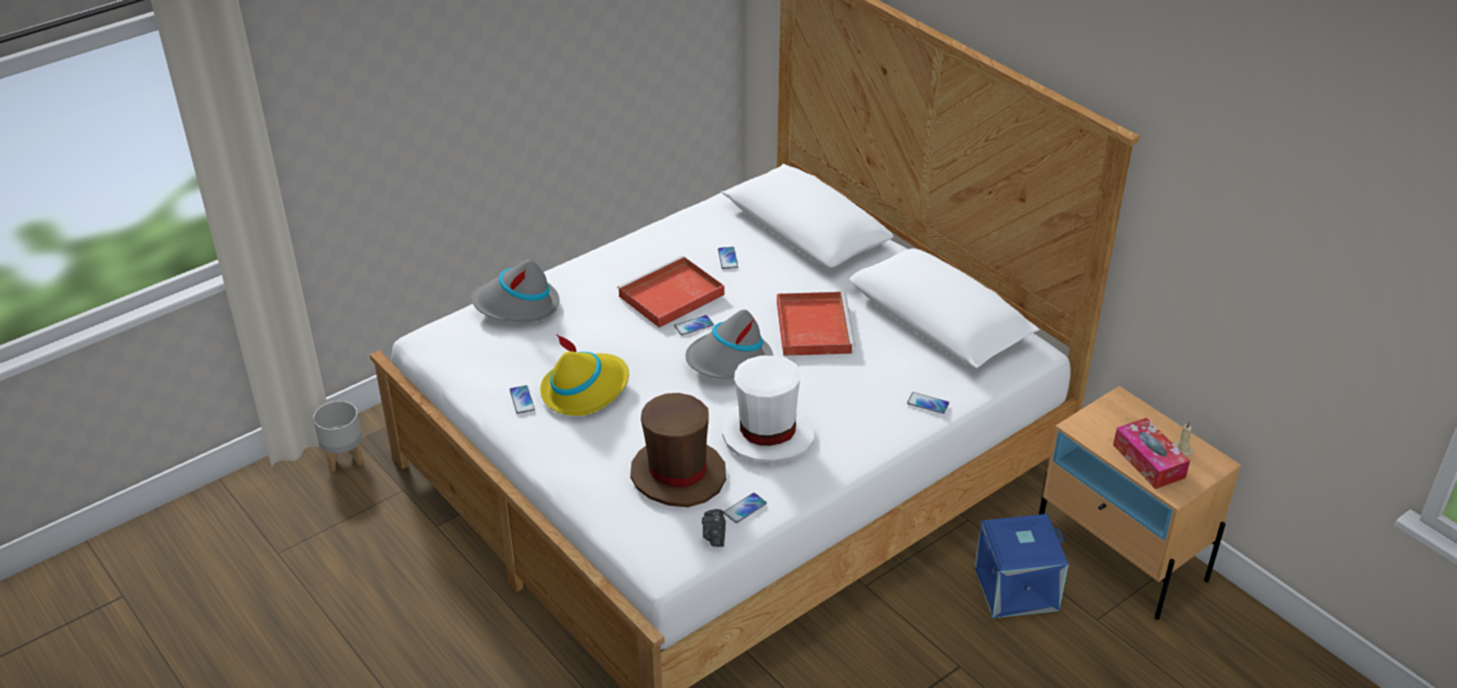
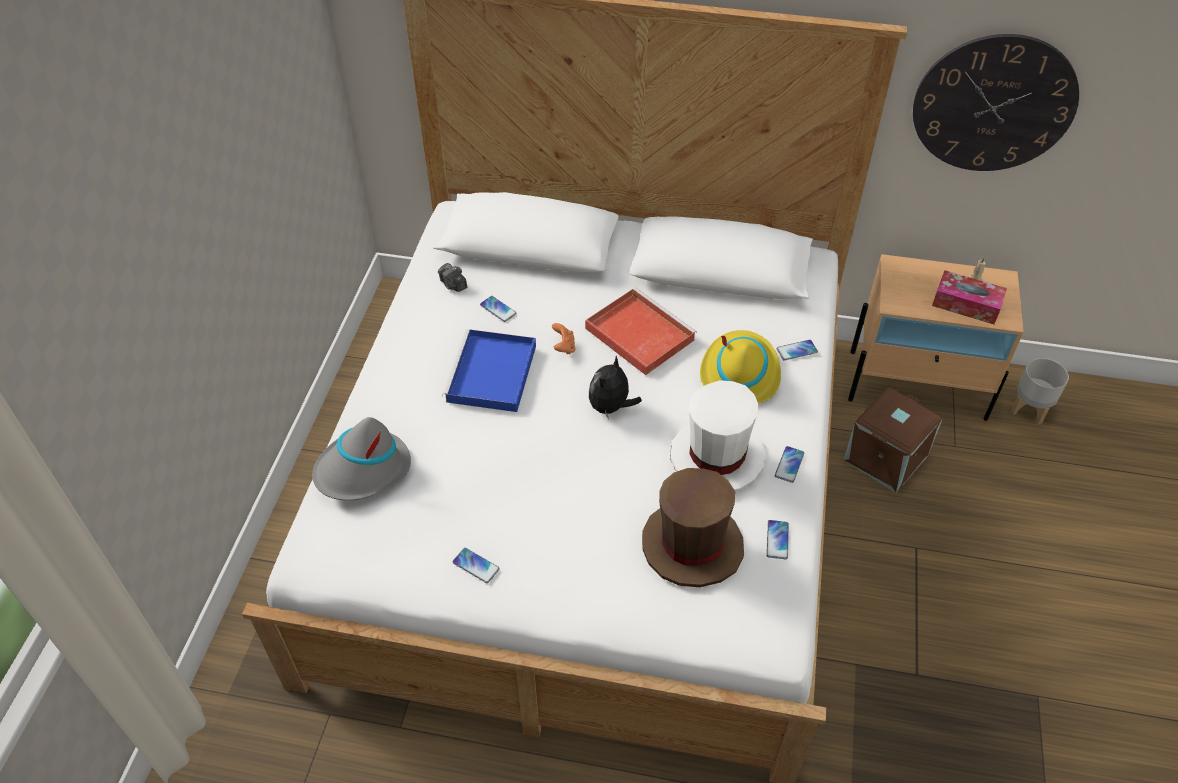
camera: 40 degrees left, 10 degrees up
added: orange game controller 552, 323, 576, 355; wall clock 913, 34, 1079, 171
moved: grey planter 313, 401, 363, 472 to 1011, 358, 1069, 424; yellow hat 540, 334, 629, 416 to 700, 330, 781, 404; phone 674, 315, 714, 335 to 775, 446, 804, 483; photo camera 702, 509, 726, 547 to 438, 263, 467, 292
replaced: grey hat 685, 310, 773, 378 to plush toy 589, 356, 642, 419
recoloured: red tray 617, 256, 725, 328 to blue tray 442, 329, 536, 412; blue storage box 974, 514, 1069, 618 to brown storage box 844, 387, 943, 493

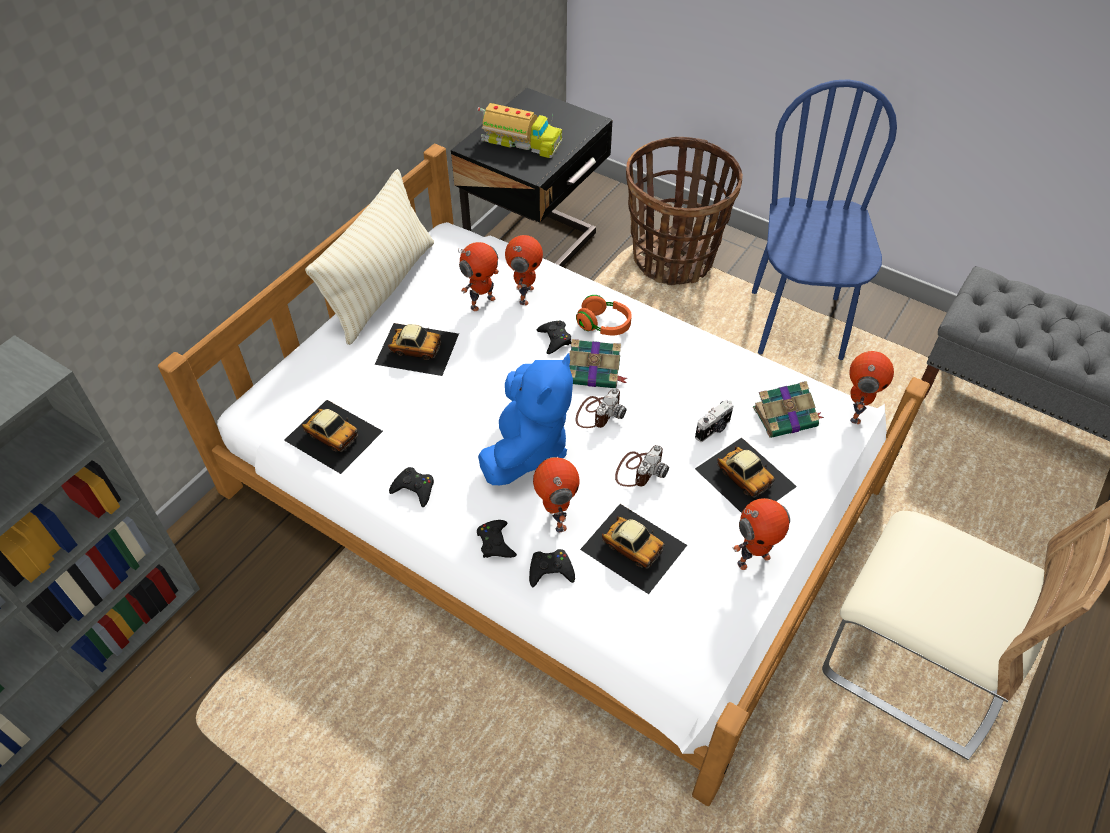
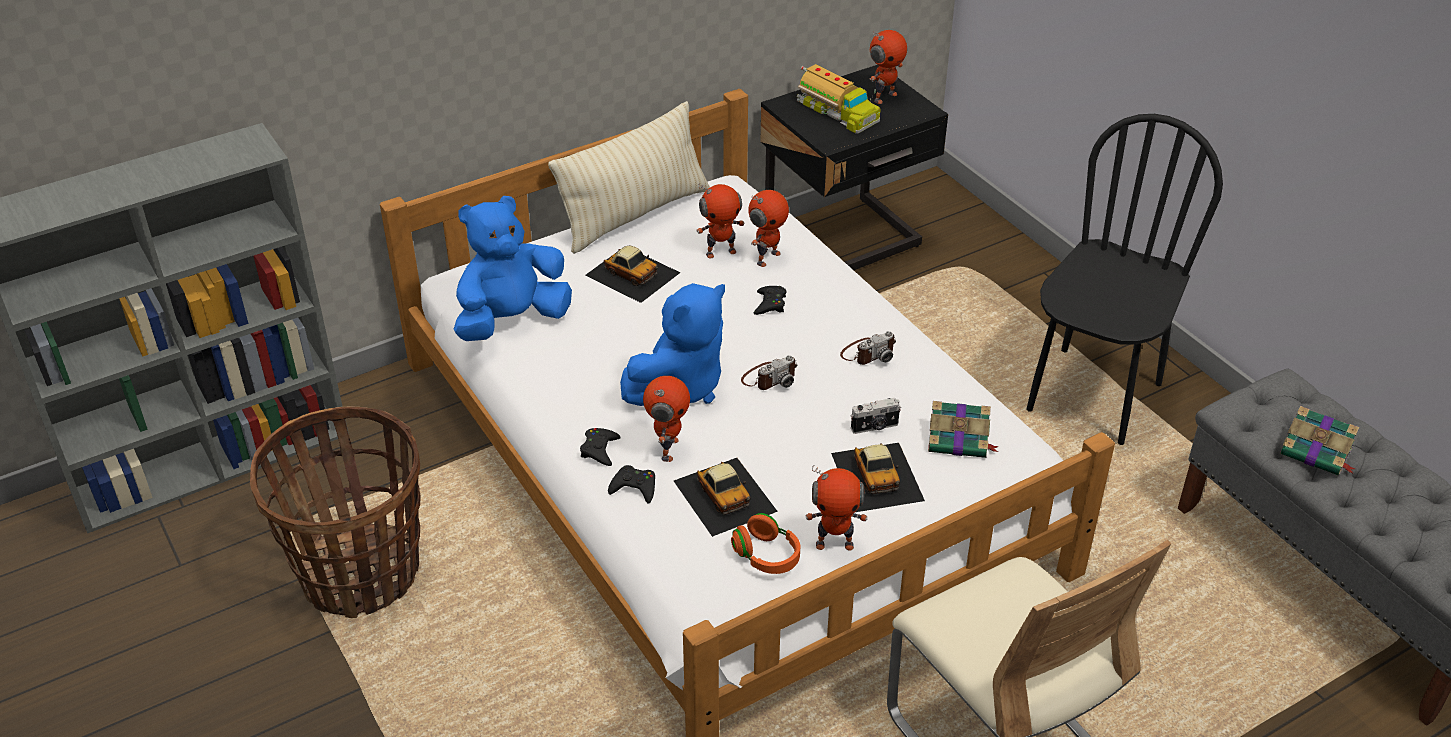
camera: 25 degrees right, 10 degrees down
removed: black game controller 389, 467, 434, 507
moved: book 569, 339, 627, 388 to 1280, 406, 1359, 476; orange headphones 576, 295, 632, 335 to 731, 513, 800, 574; photo camera 615, 445, 669, 487 to 840, 331, 896, 365; basket 626, 137, 743, 285 to 250, 407, 421, 618; toy robot 849, 351, 894, 424 to 870, 30, 907, 104
replaced: toy car 284, 400, 383, 474 to blue plush toy 454, 196, 572, 341
recoloured: blue chair 752, 79, 897, 360 to black chair 1026, 114, 1223, 445

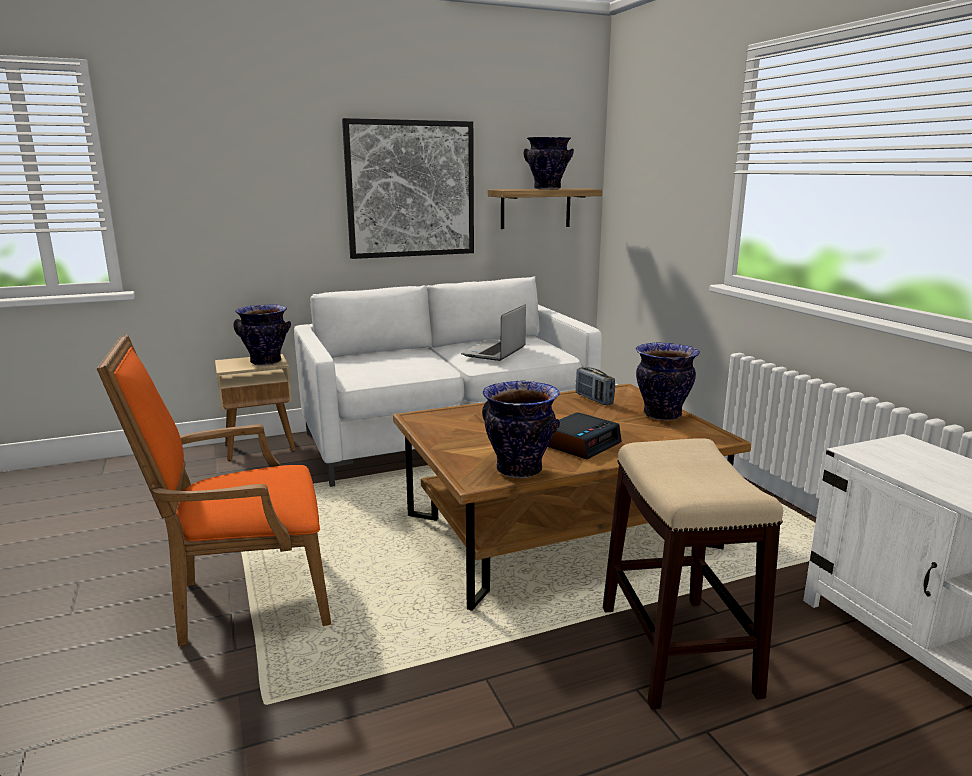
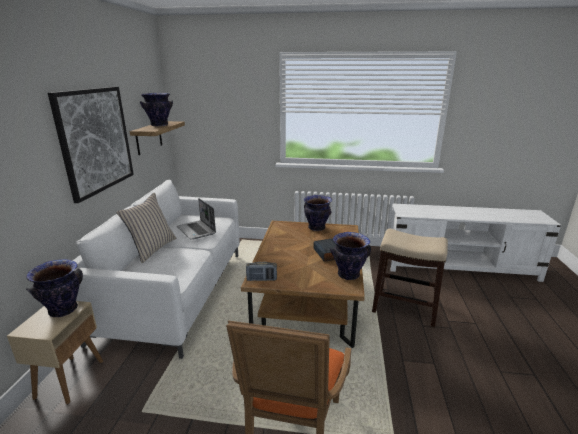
camera: 60 degrees left, 5 degrees up
added: beige pillow 116, 193, 176, 263
moved: radio 576, 367, 615, 405 to 246, 262, 277, 281

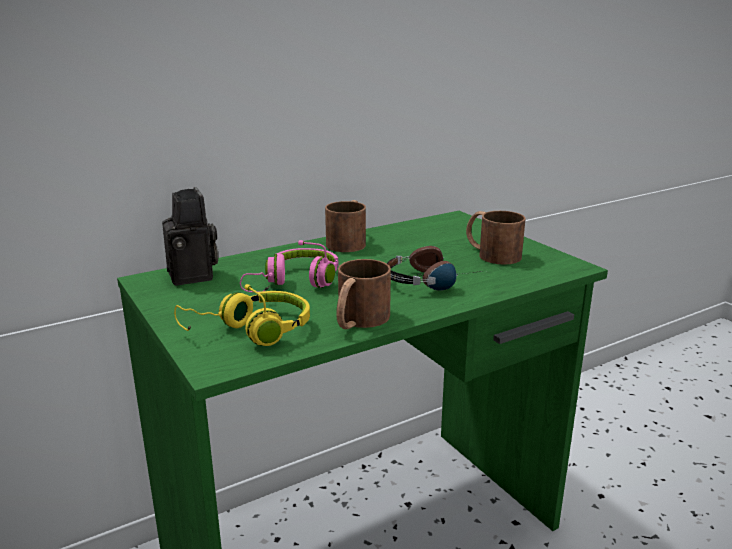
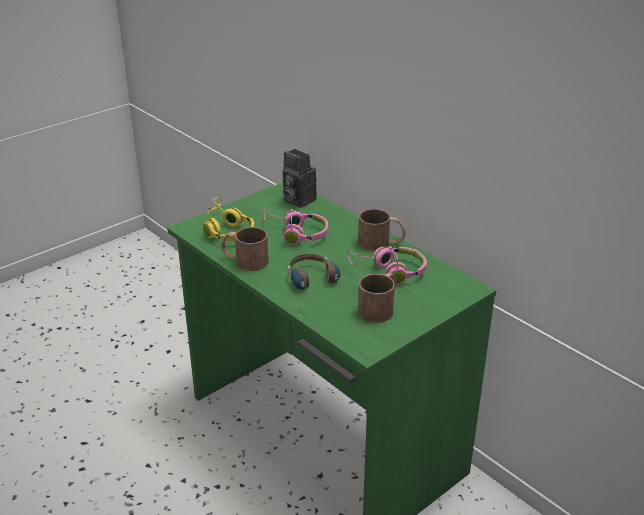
camera: 80 degrees right, 10 degrees up
added: pink headphones 348, 246, 427, 284
turned: photo camera 162, 187, 219, 286 = 283, 149, 317, 208 75 degrees clockwise

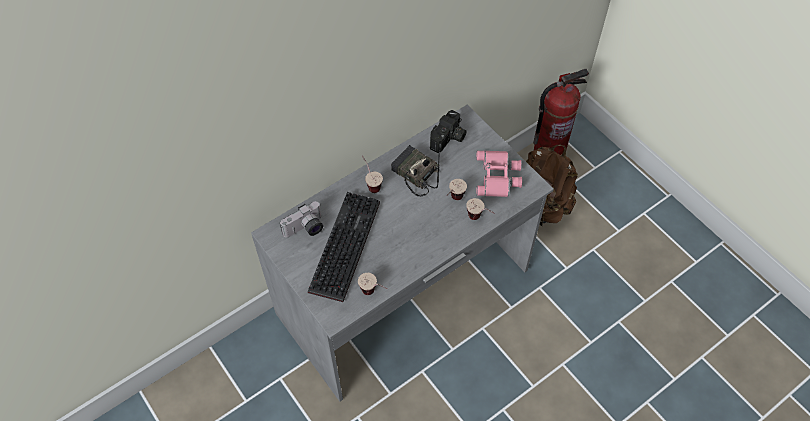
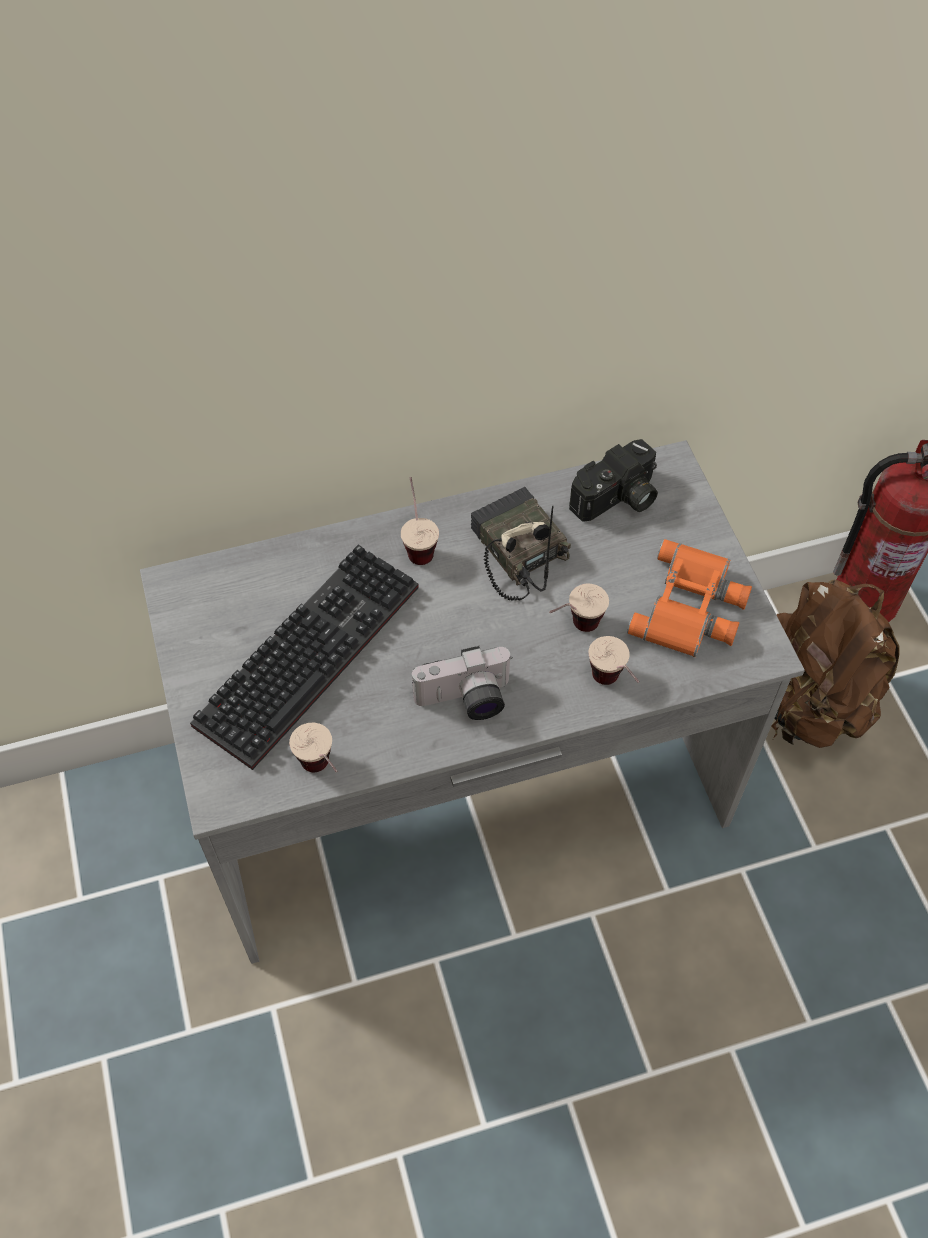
camera: 20 degrees right, 0 degrees up
moved: photo camera 280, 201, 323, 238 to 412, 646, 513, 720
recoloured: pink binoculars 476, 151, 522, 197 to orange binoculars 627, 539, 752, 657

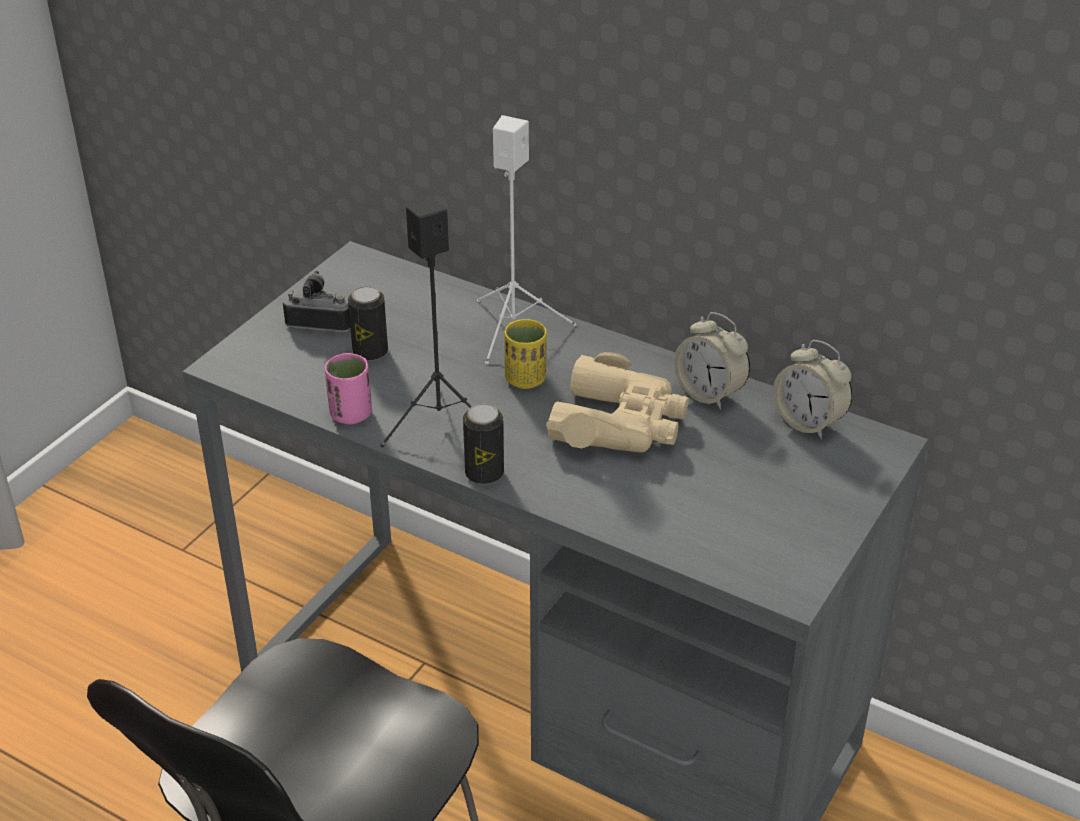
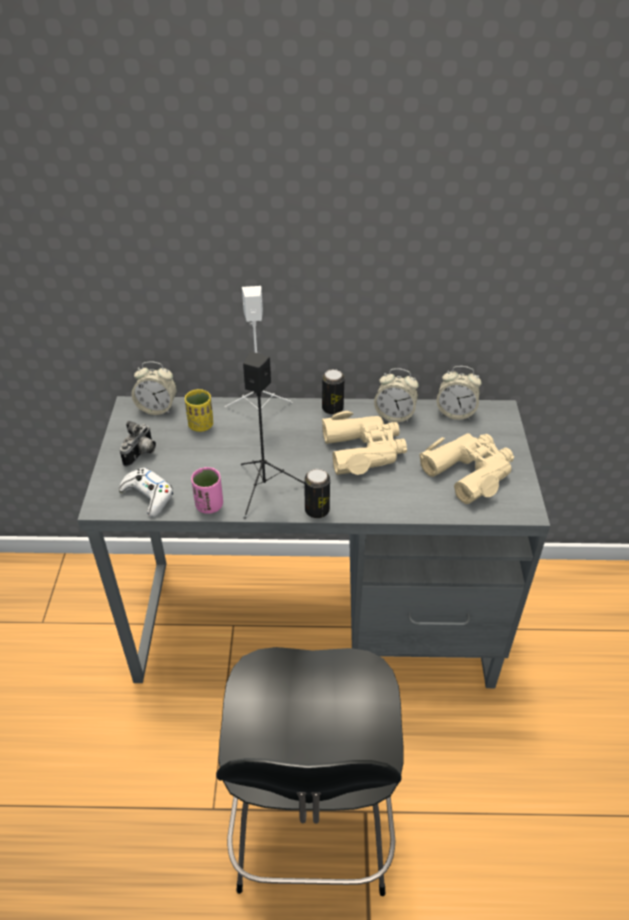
camera: 30 degrees left, 5 degrees up
added: white game controller 119, 468, 173, 517; alarm clock 131, 361, 177, 415; beige binoculars 419, 433, 514, 504
moved: can 348, 286, 388, 361 to 322, 369, 345, 415; yellow cup 504, 319, 547, 389 to 185, 389, 213, 432
turned: photo camera 283, 270, 350, 332 = 120, 421, 156, 467 135 degrees clockwise

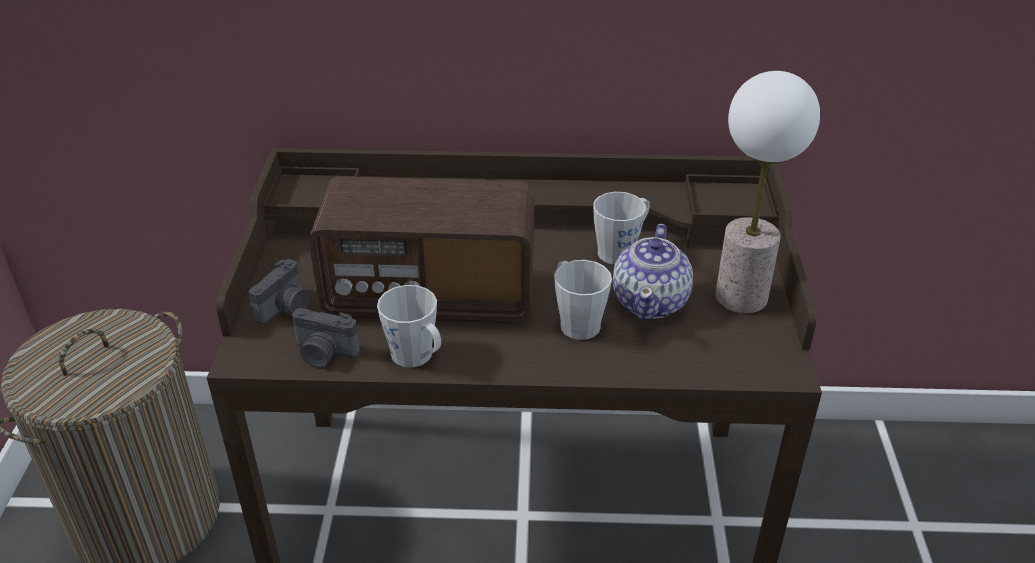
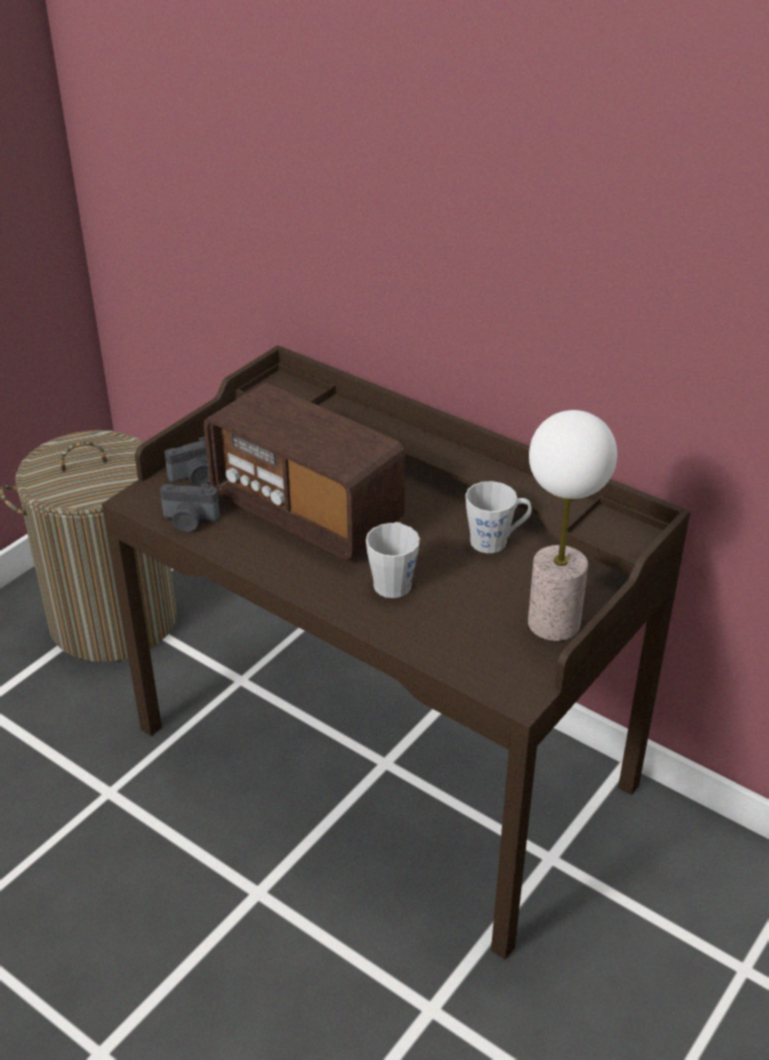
camera: 35 degrees right, 0 degrees up
removed: grey mug 377, 285, 441, 367; teapot 613, 224, 693, 320
turned: photo camera 292, 308, 360, 368 = 160, 483, 220, 532 45 degrees counterclockwise

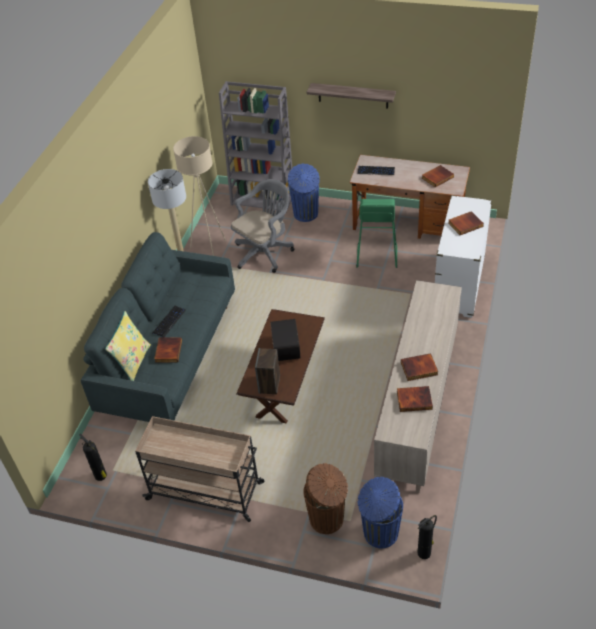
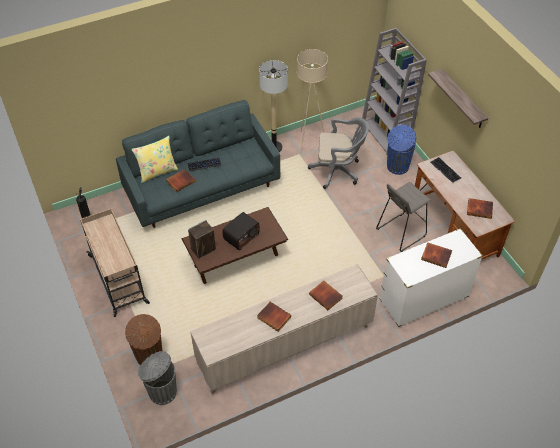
camera: 45 degrees right, 5 degrees up
removed: fire extinguisher 417, 515, 437, 559
moved: book 397, 386, 433, 412 to 309, 281, 343, 310
recoloured: green stool 356, 199, 397, 268 to grey stool 376, 182, 431, 252; blue trash can 358, 477, 403, 548 to grey trash can 138, 351, 177, 405

